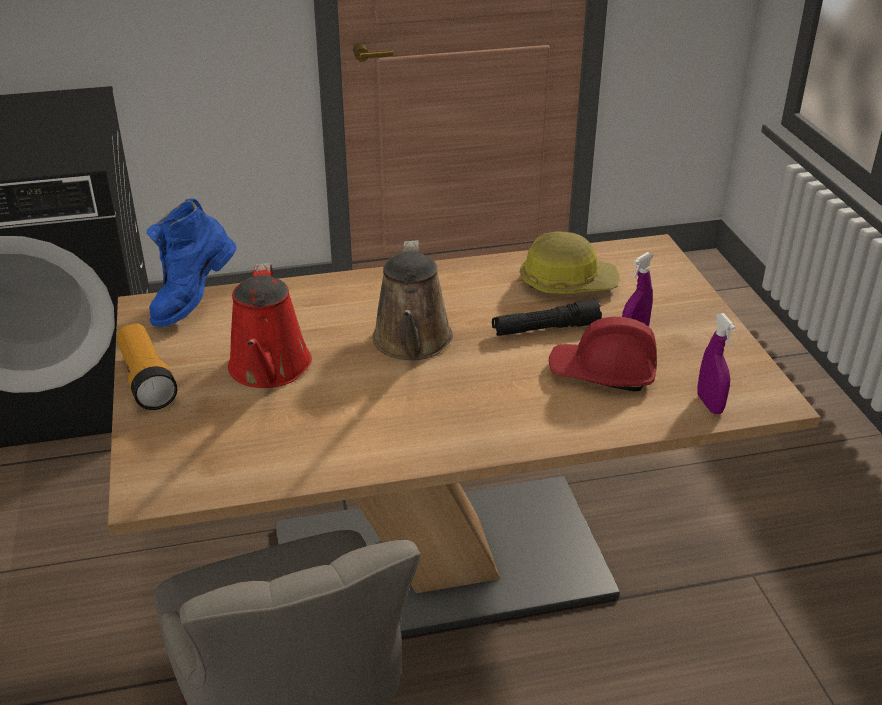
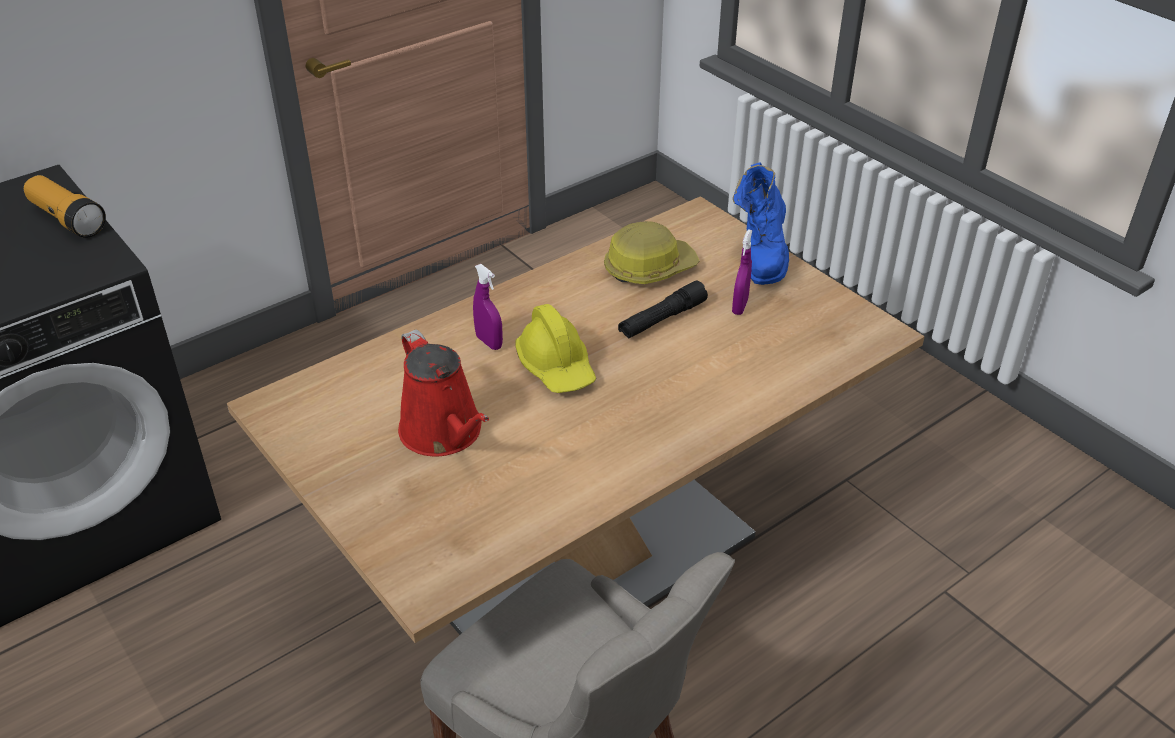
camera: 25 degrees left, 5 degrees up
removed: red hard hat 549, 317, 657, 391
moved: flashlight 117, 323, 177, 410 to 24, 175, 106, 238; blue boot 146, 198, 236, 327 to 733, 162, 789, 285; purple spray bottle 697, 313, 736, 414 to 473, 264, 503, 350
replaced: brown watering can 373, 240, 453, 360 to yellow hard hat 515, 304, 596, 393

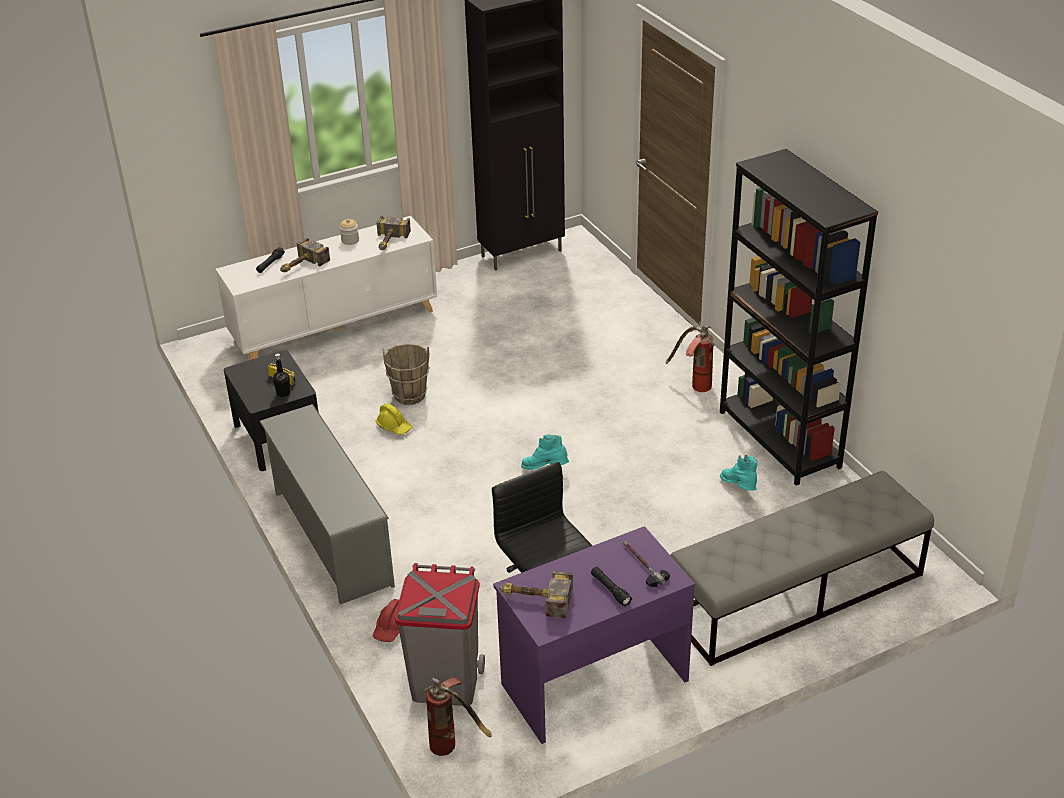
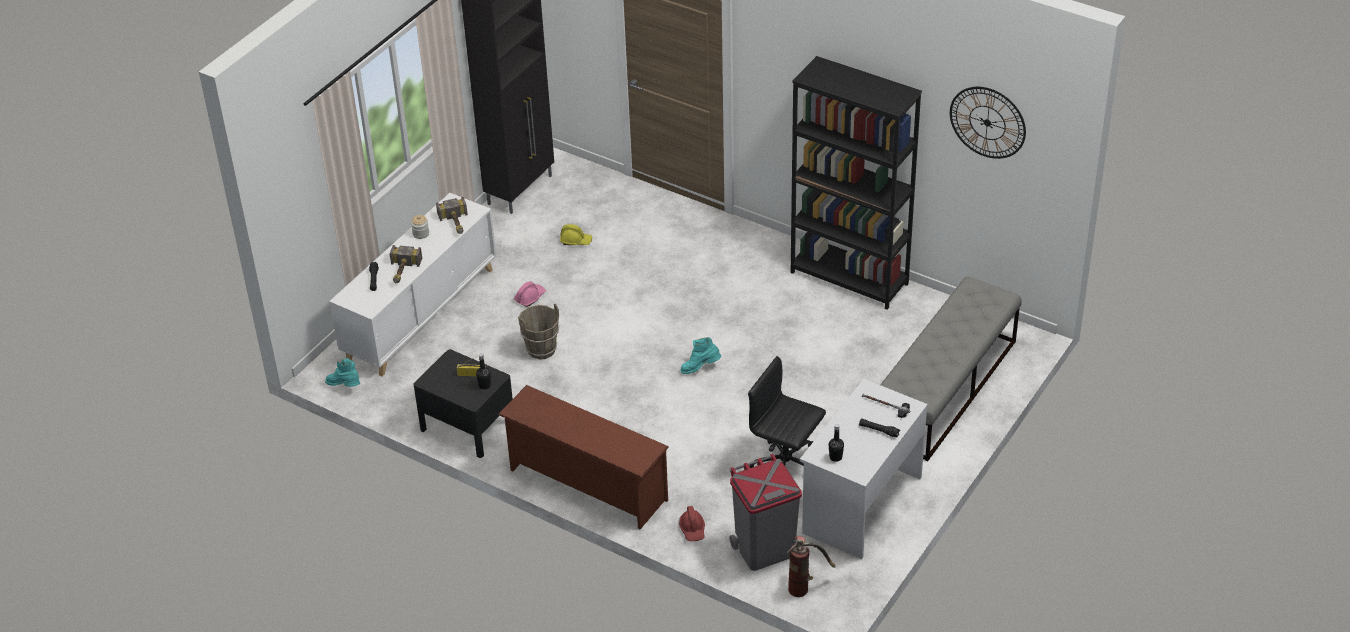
camera: 30 degrees left, 5 degrees up
removed: fire extinguisher 666, 325, 715, 392
added: pink hard hat 514, 281, 546, 307; wall clock 950, 87, 1026, 159
moved: yellow hard hat 375, 403, 413, 435 to 560, 224, 592, 245; turquoise boot 720, 455, 758, 490 to 325, 358, 360, 387
replaced: hammer 499, 571, 573, 619 to black bottle 828, 424, 844, 462
recoloured: grey shoe rack 259, 404, 395, 605 to brown shoe rack 498, 385, 669, 529; purple desk 493, 526, 695, 744 to white desk 800, 379, 928, 559

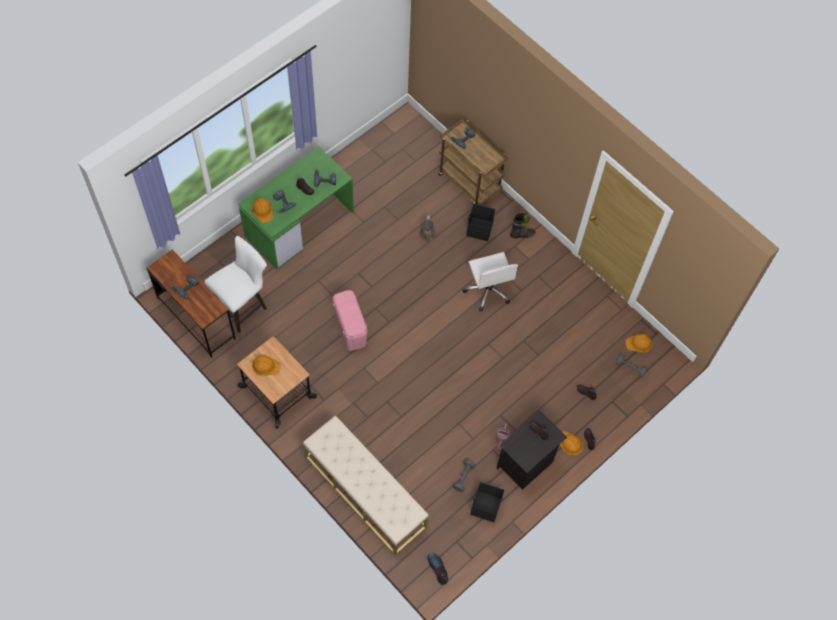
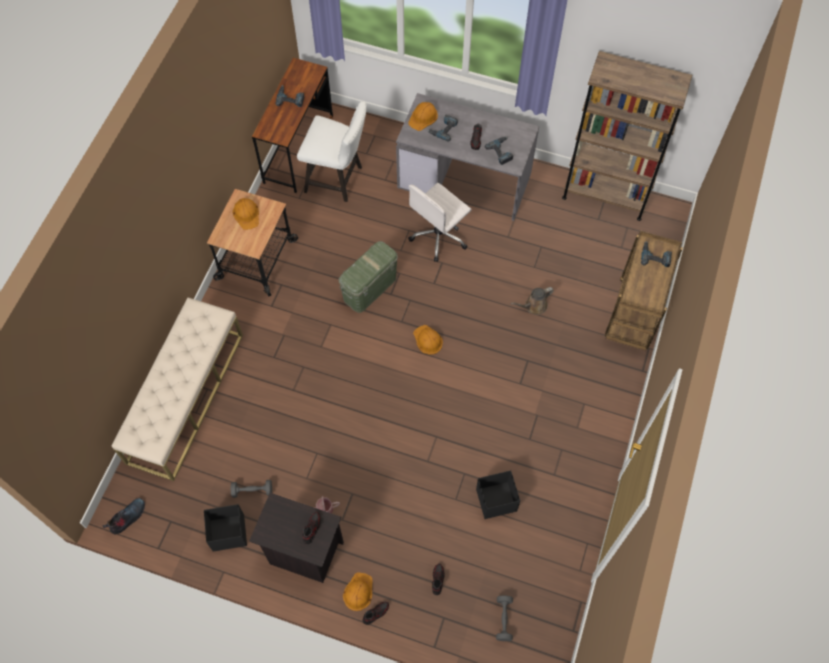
camera: 65 degrees right, 0 degrees up
removed: black boot 510, 213, 536, 238
added: brown bookcase 562, 51, 692, 221
moved: white office chair 463, 252, 518, 311 to 408, 183, 472, 262; black storage box 466, 204, 495, 241 to 476, 470, 520, 519; orange hard hat 626, 334, 652, 353 to 413, 325, 443, 355
recoloured: green desk 238, 146, 354, 270 to grey desk 396, 93, 539, 221; pink storage box 333, 290, 368, 351 to green storage box 339, 241, 398, 313

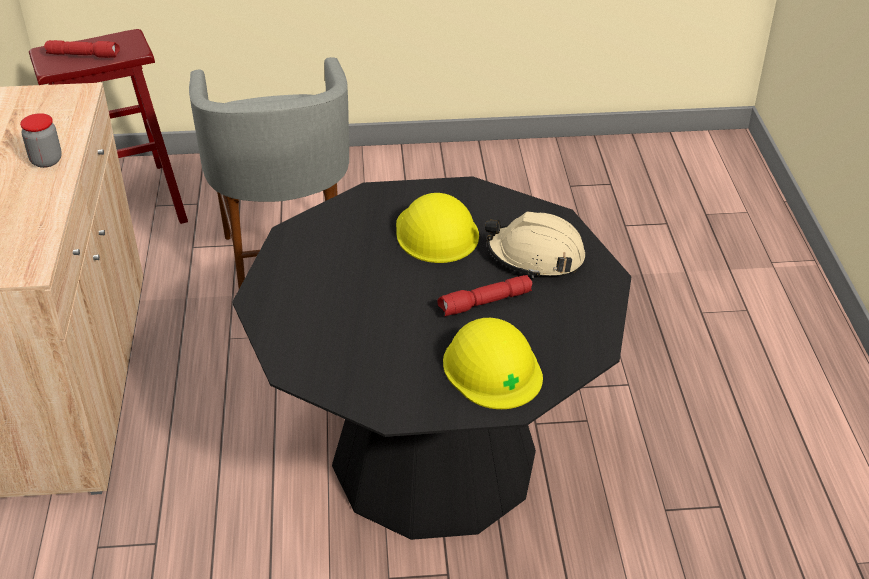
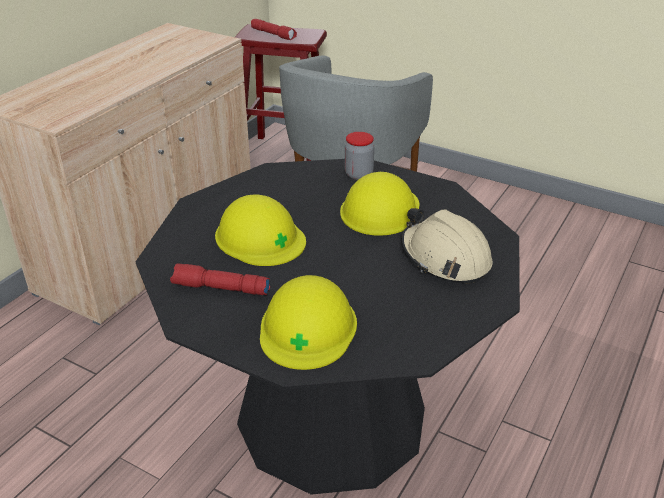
camera: 35 degrees right, 5 degrees down
added: yellow hard hat 215, 194, 306, 266
moved: jar 20, 113, 62, 168 to 345, 132, 374, 180; red flashlight 437, 275, 532, 316 to 170, 263, 270, 295

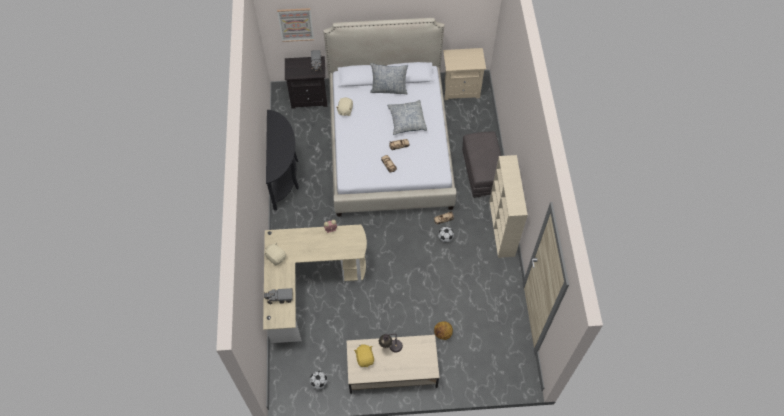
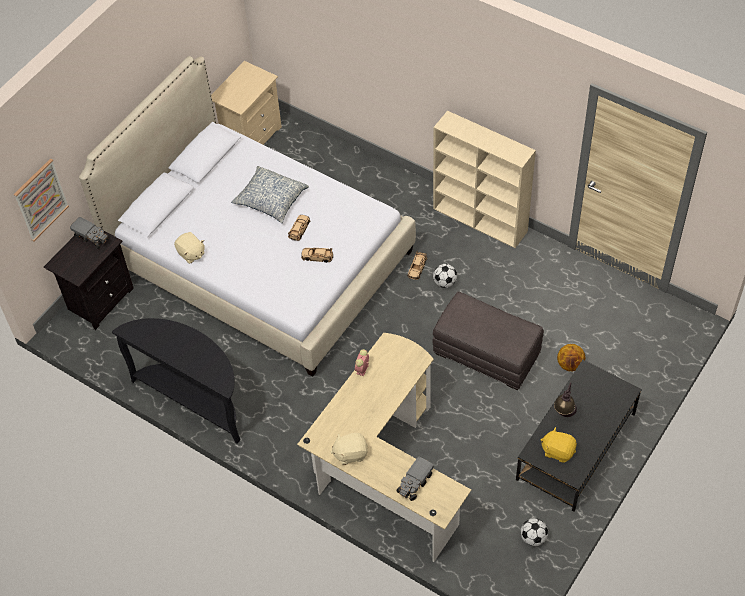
camera: 50 degrees left, 5 degrees down
removed: pillow 370, 63, 408, 94
moved: grey ottoman 462, 132, 501, 198 to 432, 292, 544, 390
recoloured: beige coffee table 347, 335, 440, 394 to black coffee table 516, 360, 642, 512

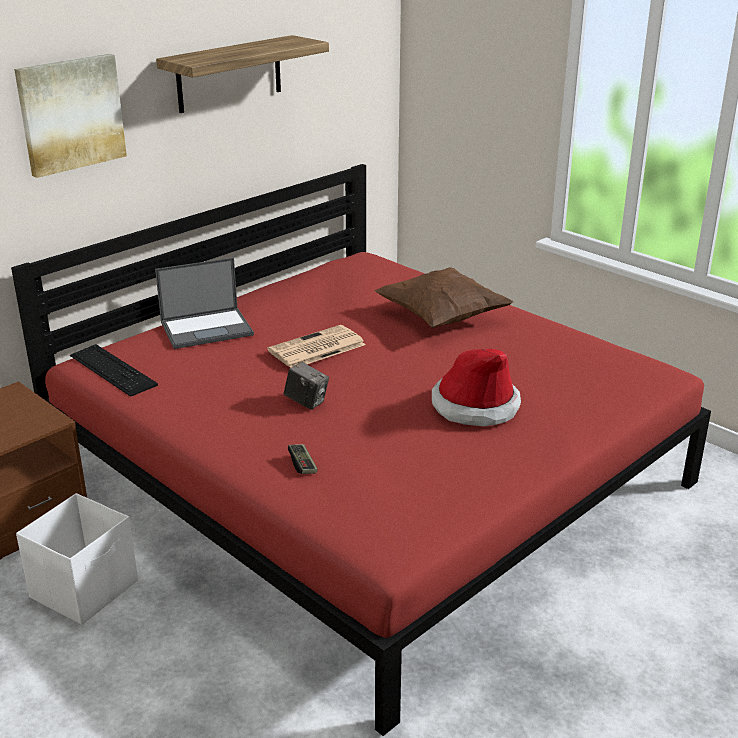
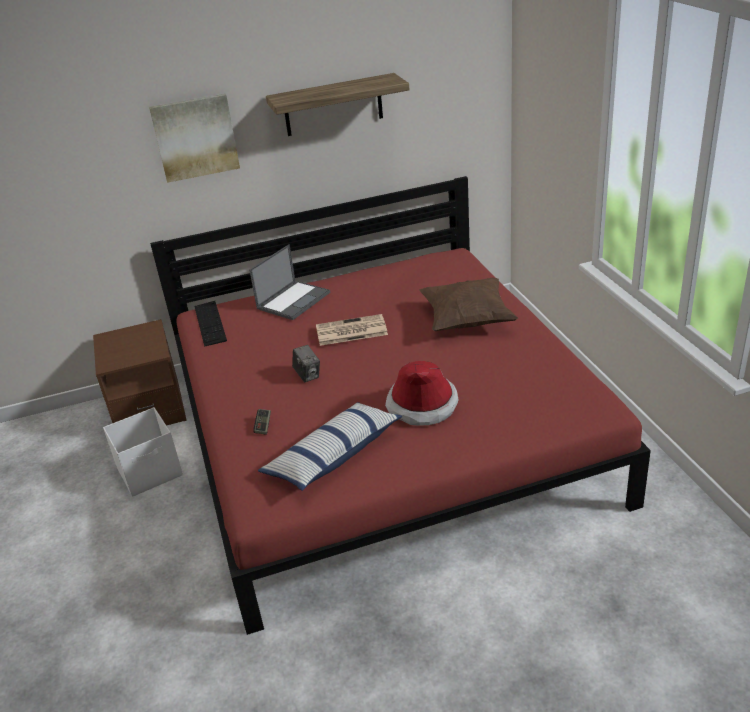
camera: 30 degrees right, 5 degrees up
added: pillow 258, 402, 402, 491
turned: laptop 155, 257, 254, 349 = 249, 244, 330, 320 60 degrees counterclockwise

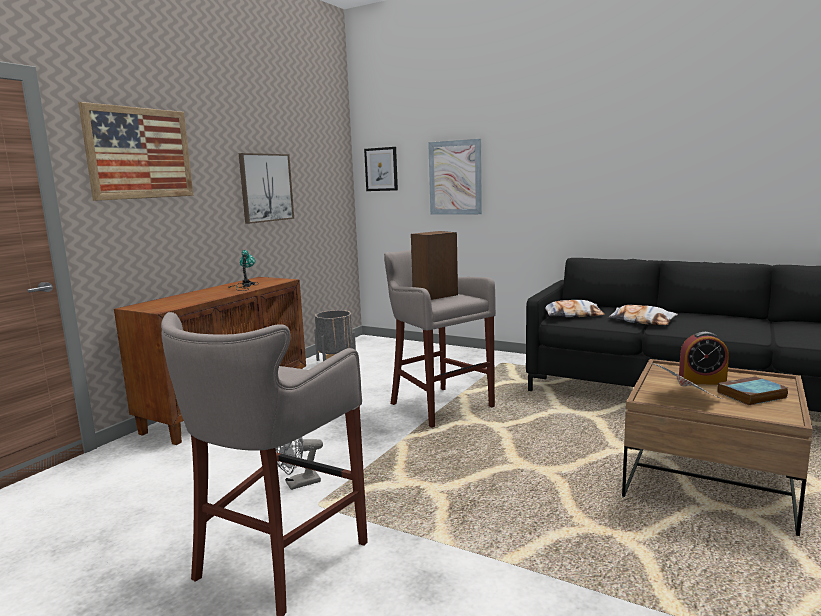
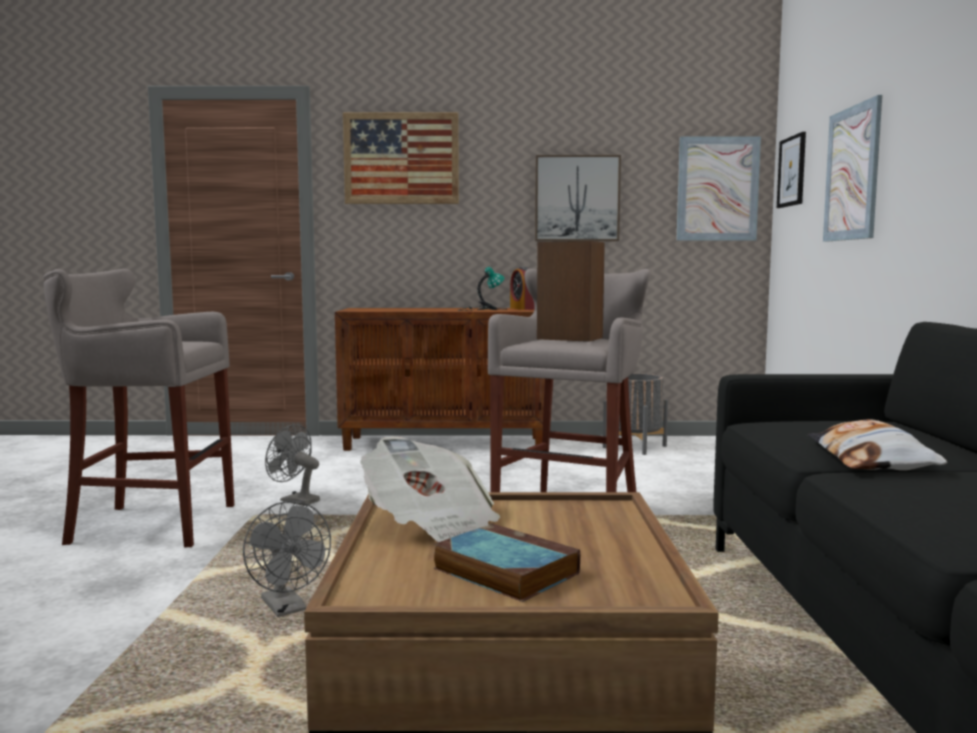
camera: 60 degrees right, 5 degrees down
removed: pillow 545, 300, 605, 317
added: grey fan 243, 501, 331, 617; picture 676, 137, 761, 241
moved: alarm clock 679, 332, 729, 385 to 510, 267, 535, 310

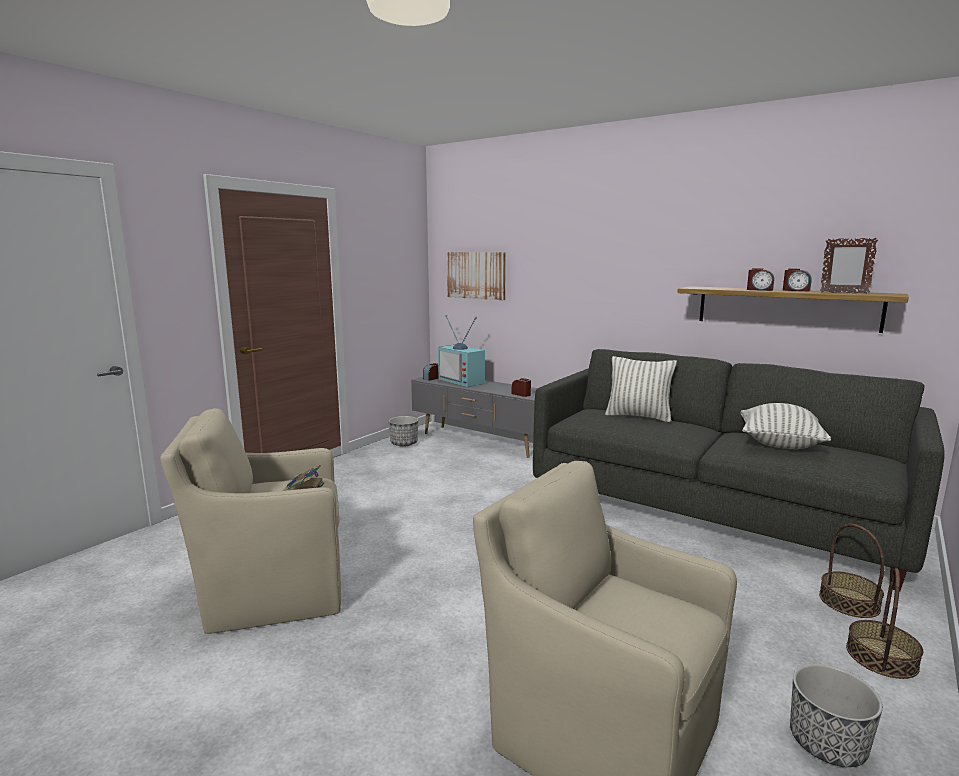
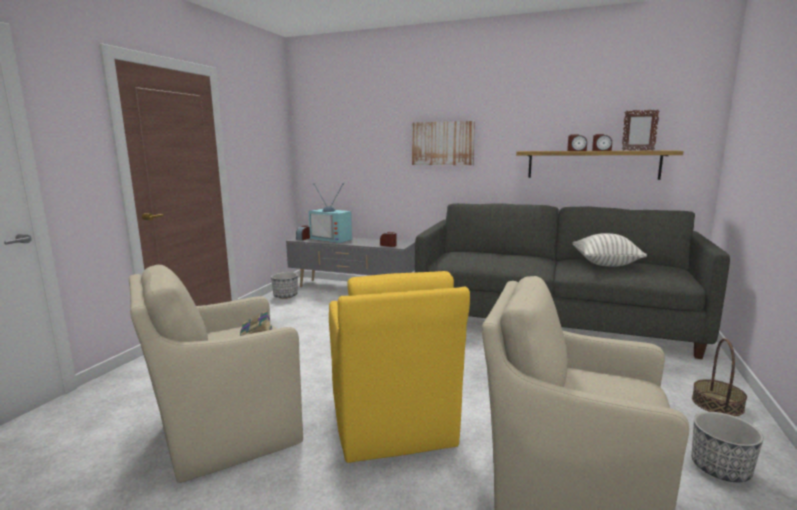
camera: 15 degrees left, 0 degrees up
removed: pillow 605, 356, 677, 422; basket 819, 524, 885, 618
added: yellow armchair 329, 271, 470, 463
moved: picture 447, 252, 506, 300 to 412, 121, 475, 165

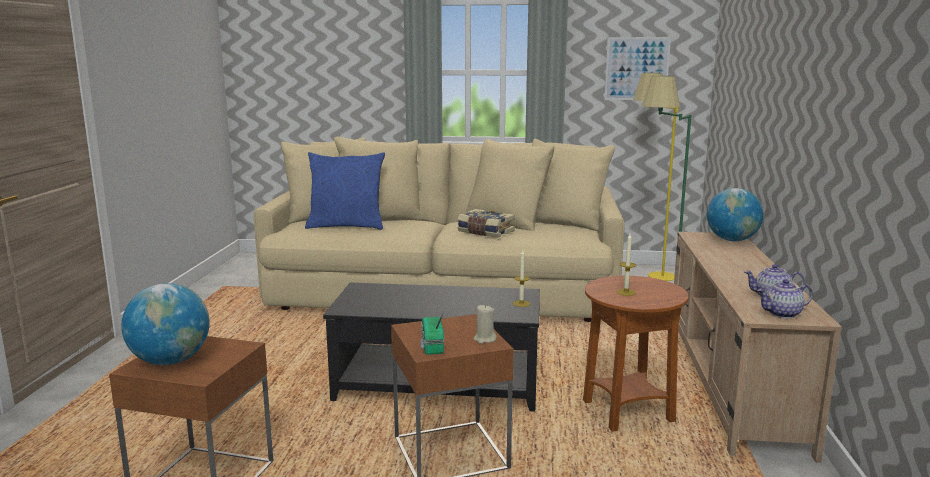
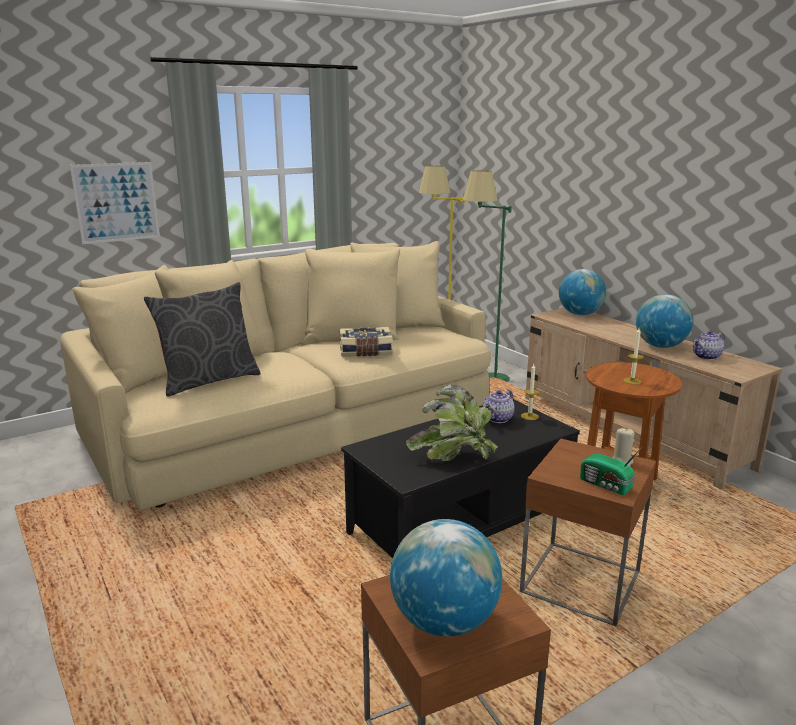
camera: 40 degrees left, 5 degrees up
added: potted plant 406, 384, 497, 461; globe 636, 294, 693, 348
moved: picture 605, 37, 671, 100 to 70, 162, 160, 244; teapot 757, 279, 813, 318 to 483, 390, 514, 423
recoloured: blue pillow 305, 152, 385, 230 to grey pillow 144, 282, 260, 397

